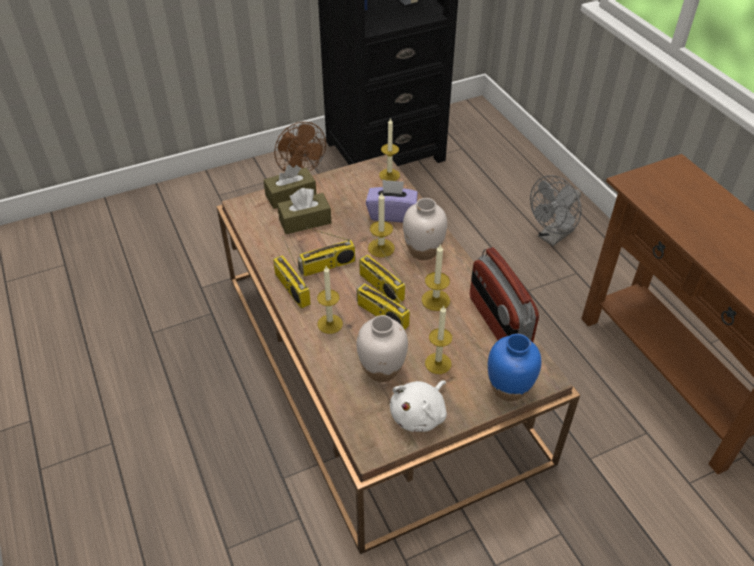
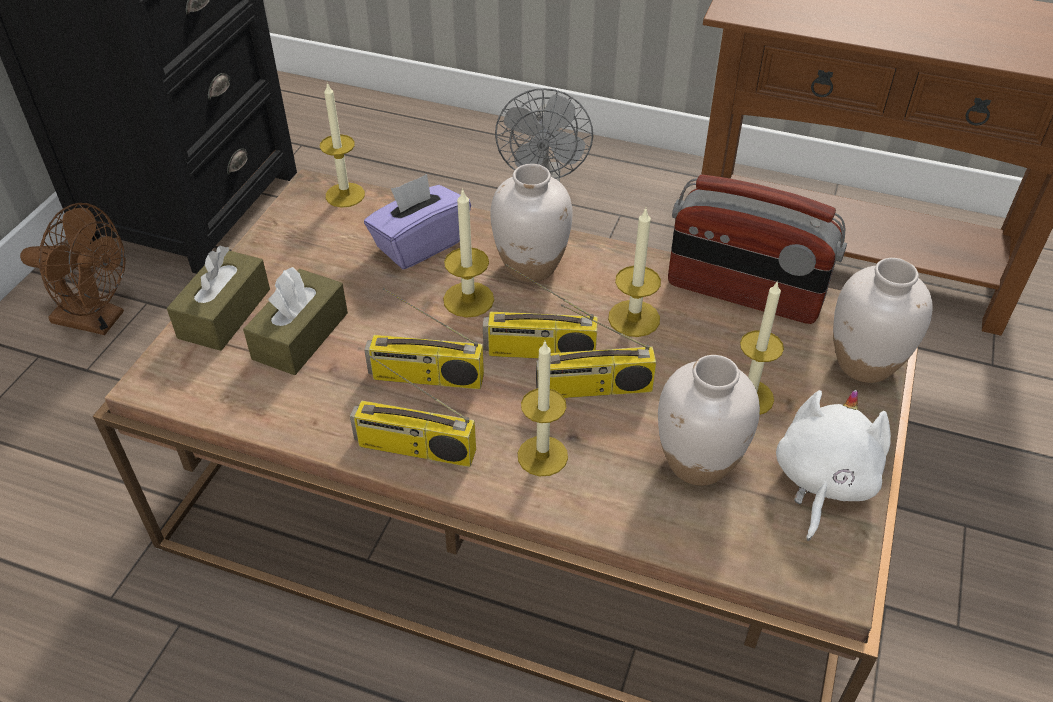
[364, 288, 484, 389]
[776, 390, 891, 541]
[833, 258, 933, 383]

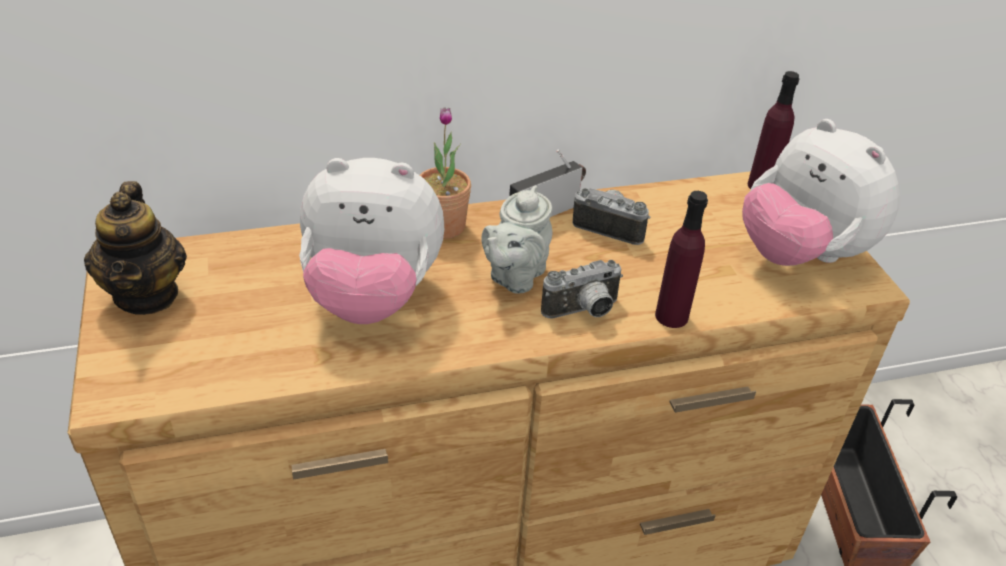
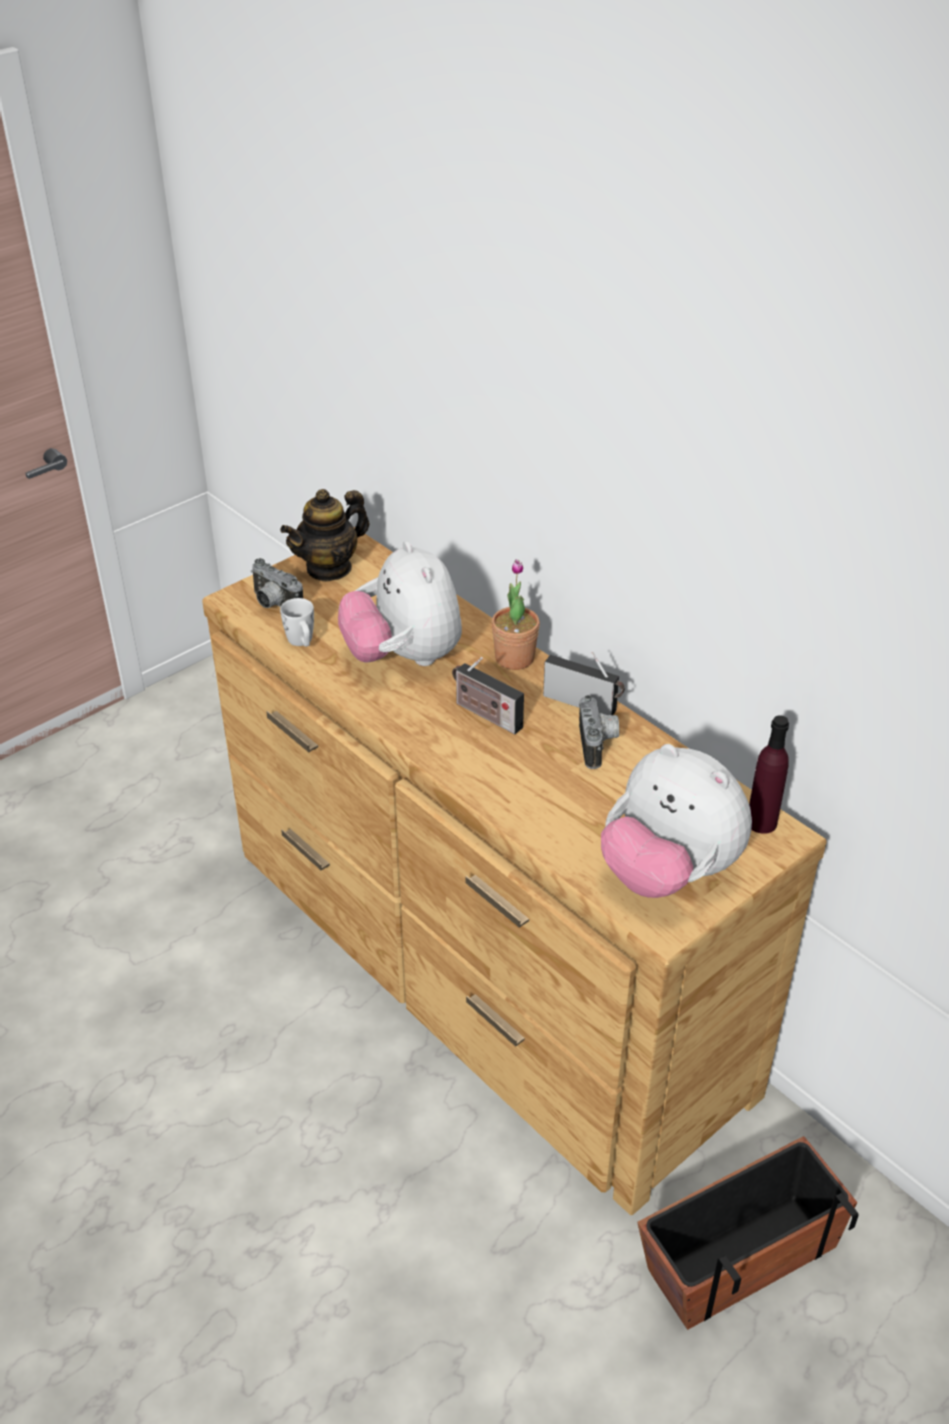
[251, 558, 303, 608]
[280, 598, 314, 647]
[452, 657, 524, 734]
[601, 744, 752, 898]
[655, 191, 708, 328] (first image)

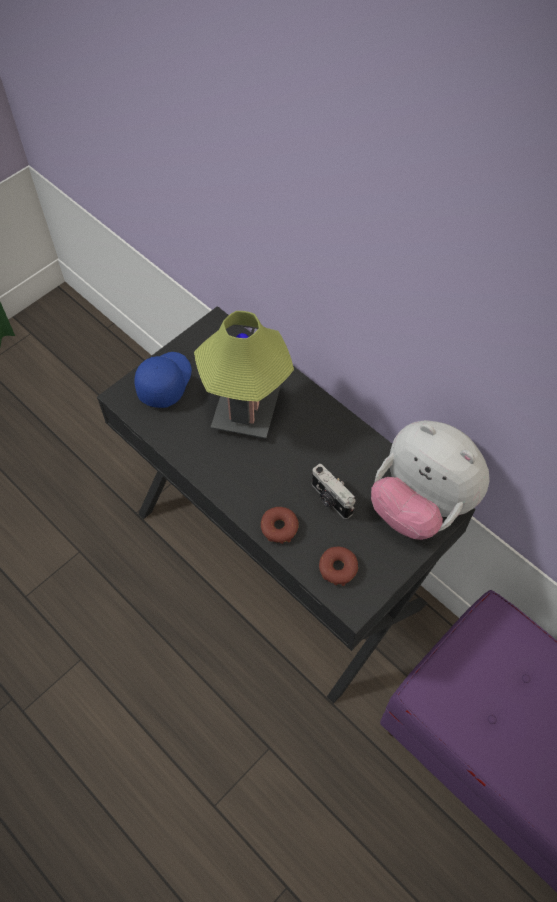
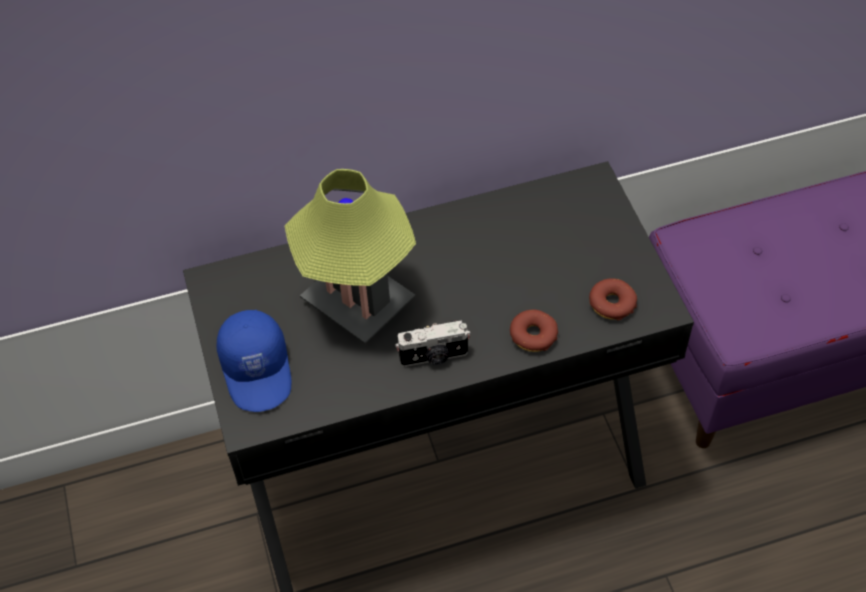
[216, 310, 292, 412]
[395, 320, 471, 367]
[371, 420, 490, 540] (first image)

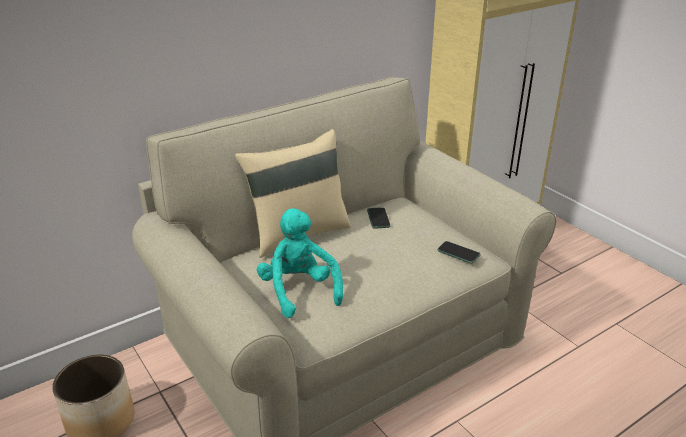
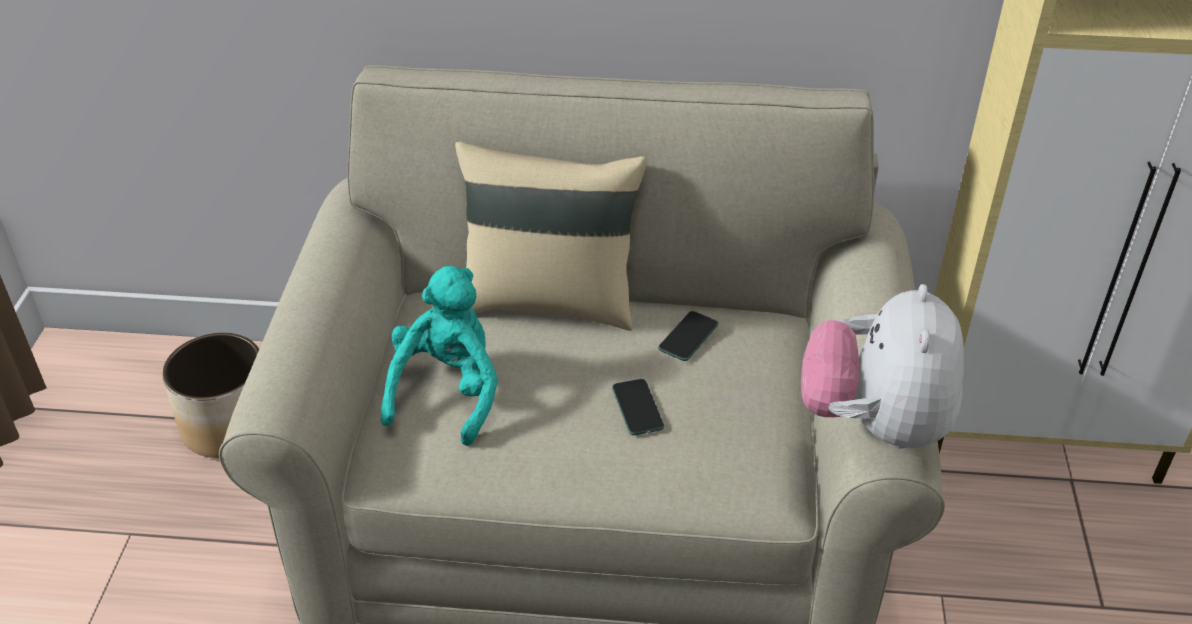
[612, 379, 664, 435]
[801, 284, 964, 448]

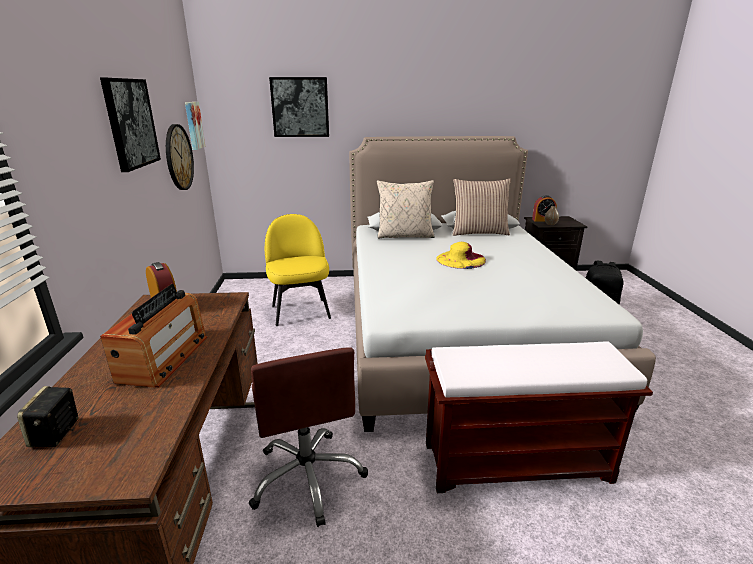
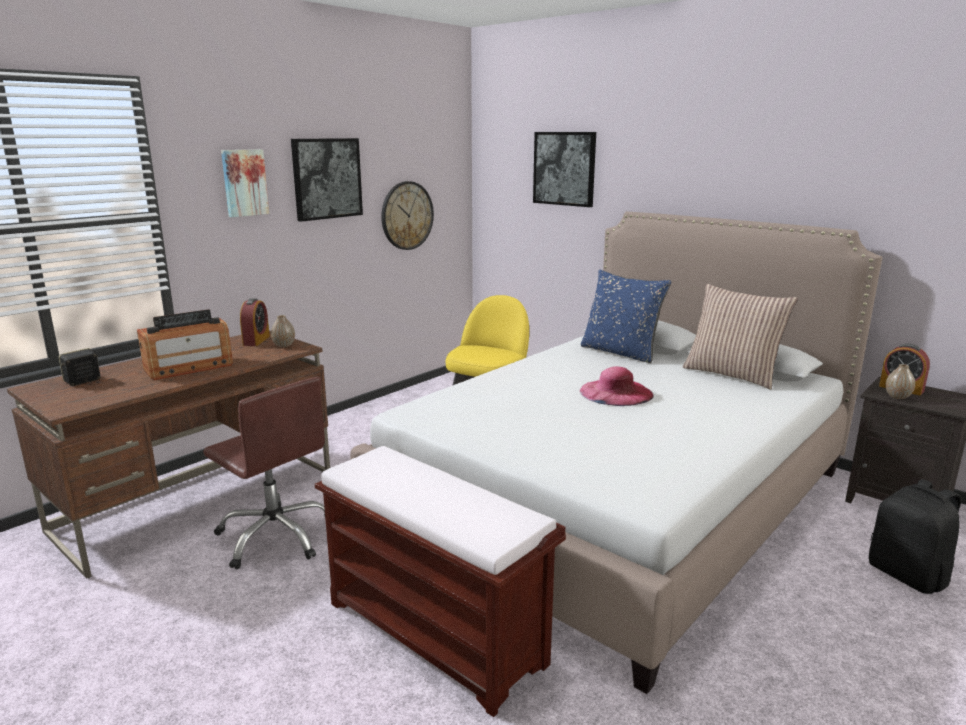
[203, 377, 325, 569]
[221, 149, 269, 217]
[271, 315, 295, 347]
[580, 366, 654, 406]
[581, 269, 671, 363]

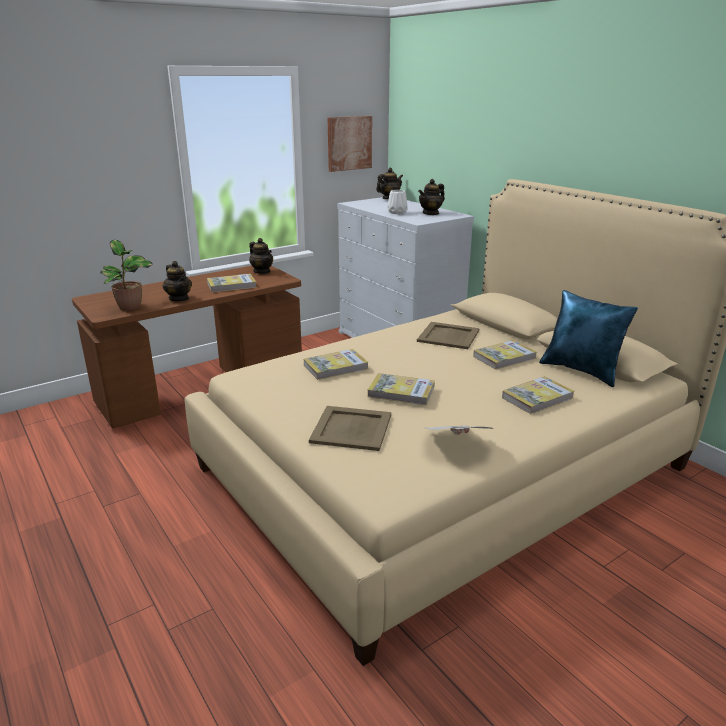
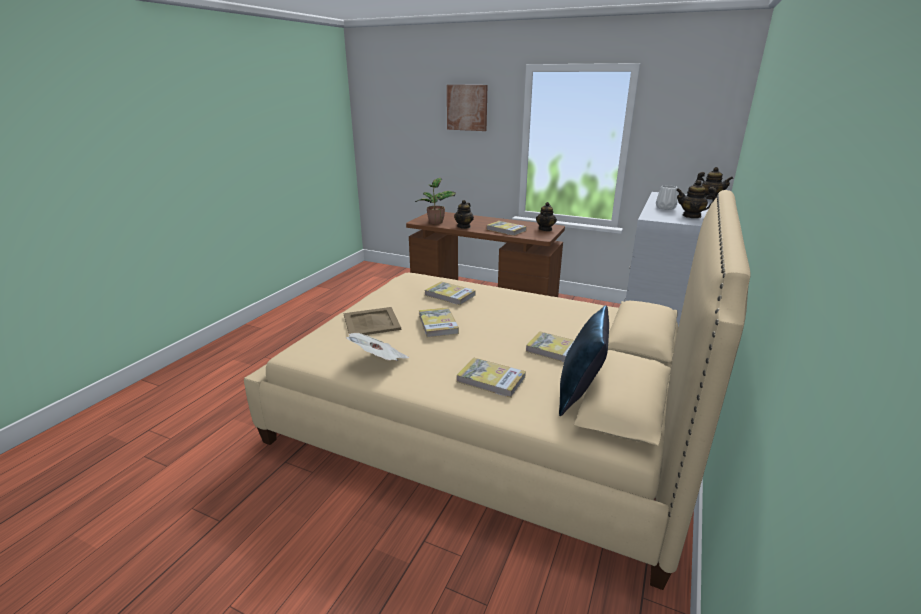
[447, 85, 487, 131]
[417, 322, 479, 349] (first image)

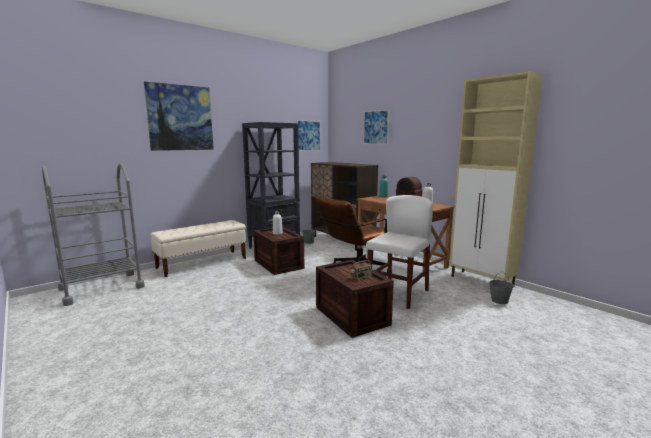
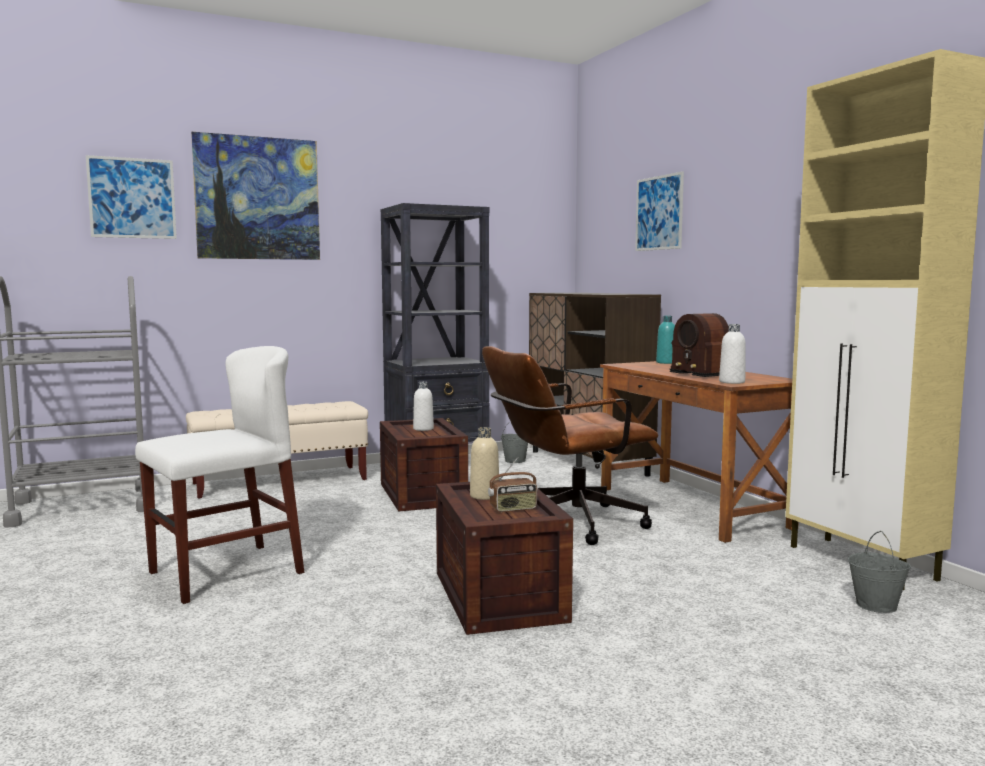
[86, 155, 177, 239]
[135, 346, 304, 604]
[470, 427, 499, 500]

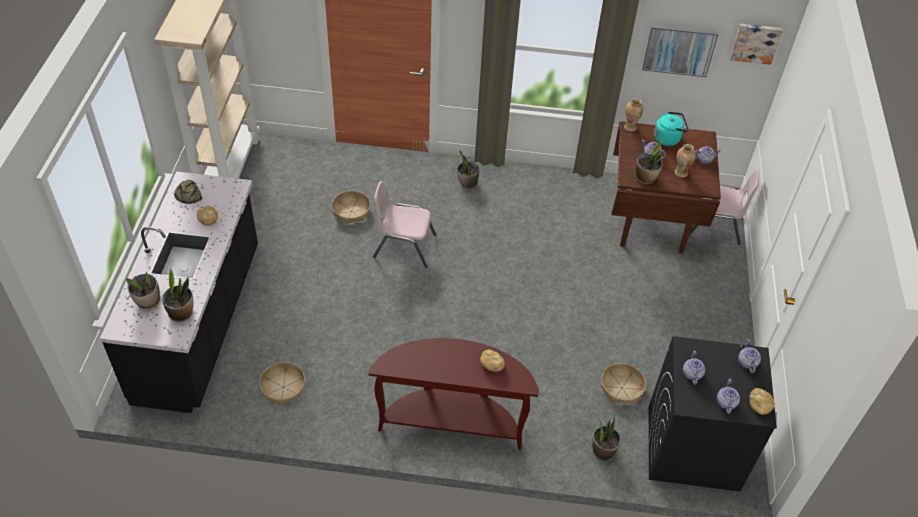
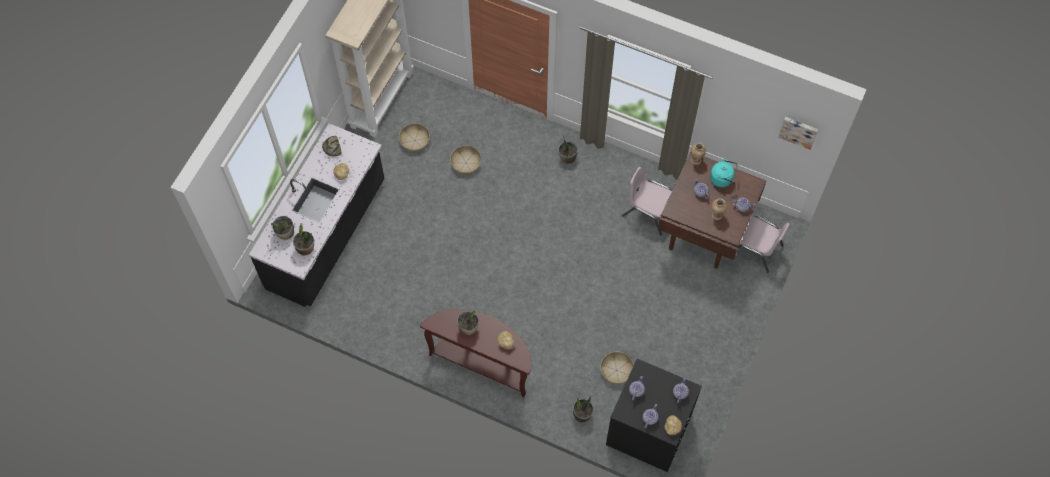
[399, 123, 430, 153]
[457, 310, 479, 335]
[622, 167, 672, 236]
[642, 25, 718, 77] (first image)

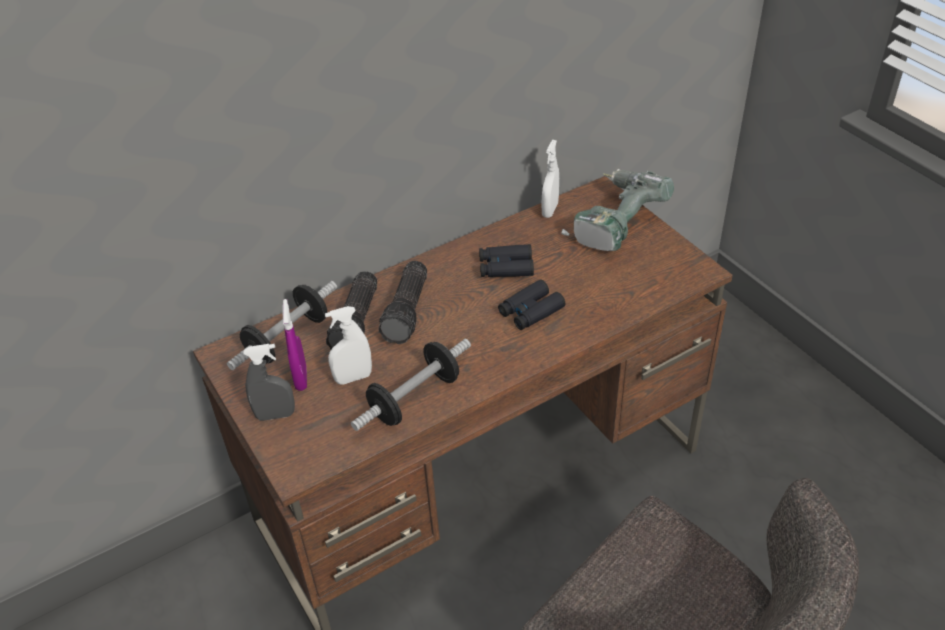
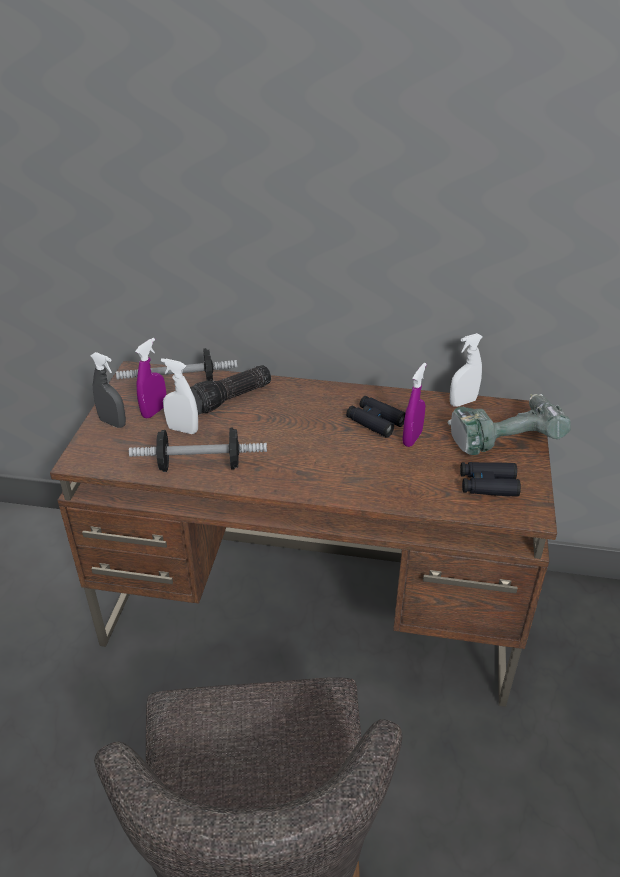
[403, 363, 427, 447]
[460, 462, 521, 497]
[378, 261, 427, 344] (first image)

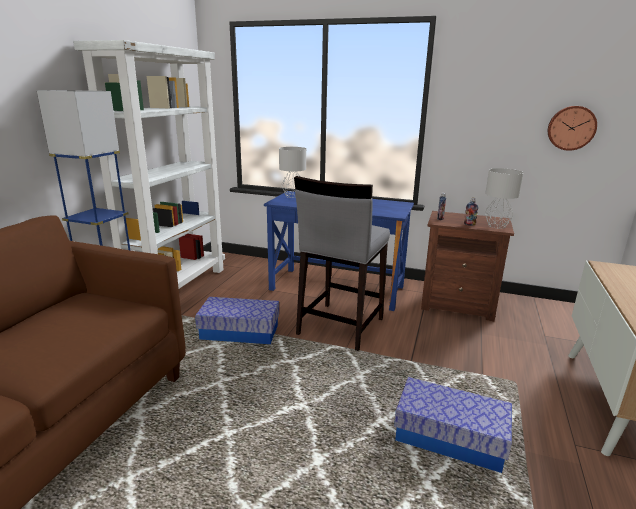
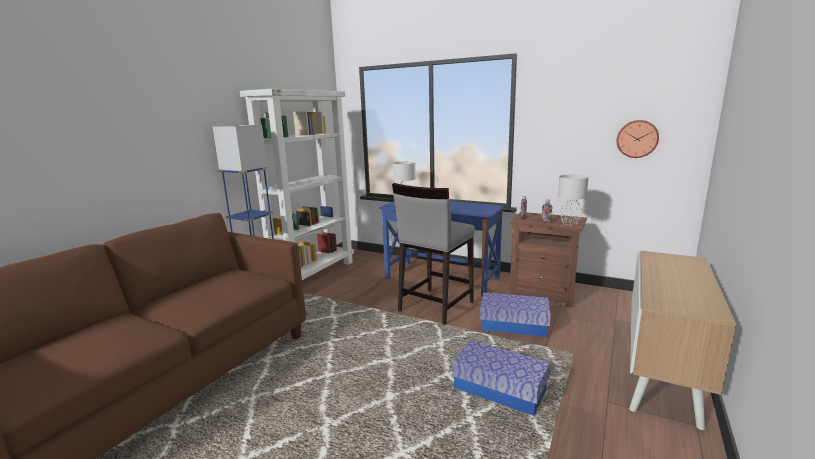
[480, 293, 551, 337]

